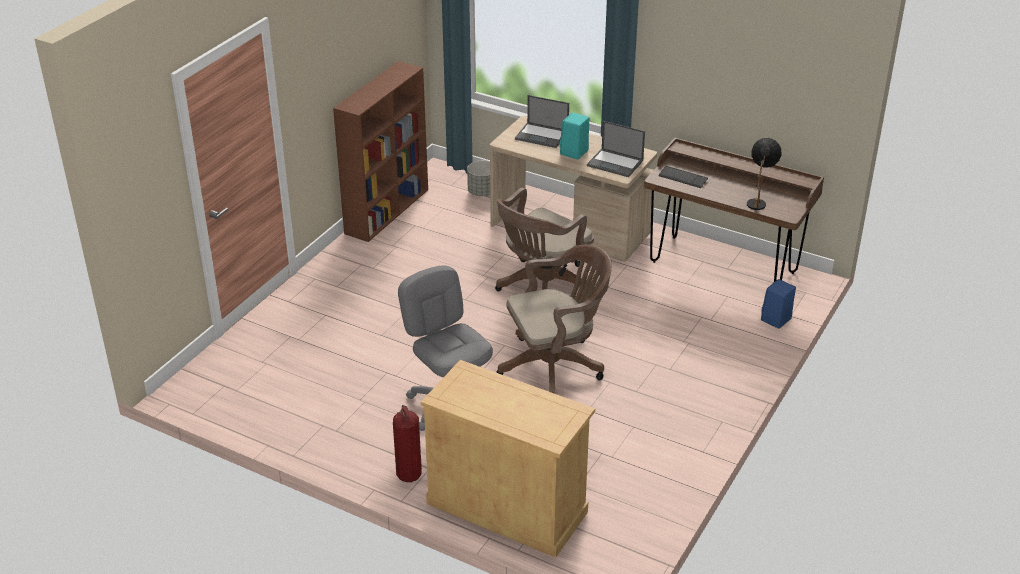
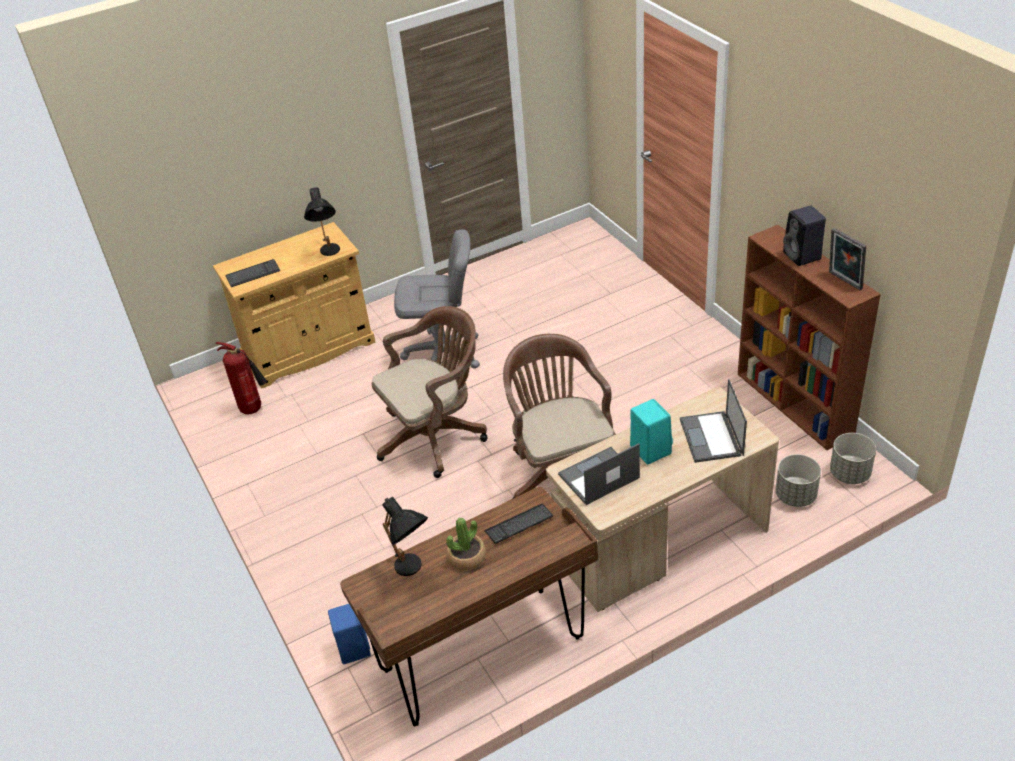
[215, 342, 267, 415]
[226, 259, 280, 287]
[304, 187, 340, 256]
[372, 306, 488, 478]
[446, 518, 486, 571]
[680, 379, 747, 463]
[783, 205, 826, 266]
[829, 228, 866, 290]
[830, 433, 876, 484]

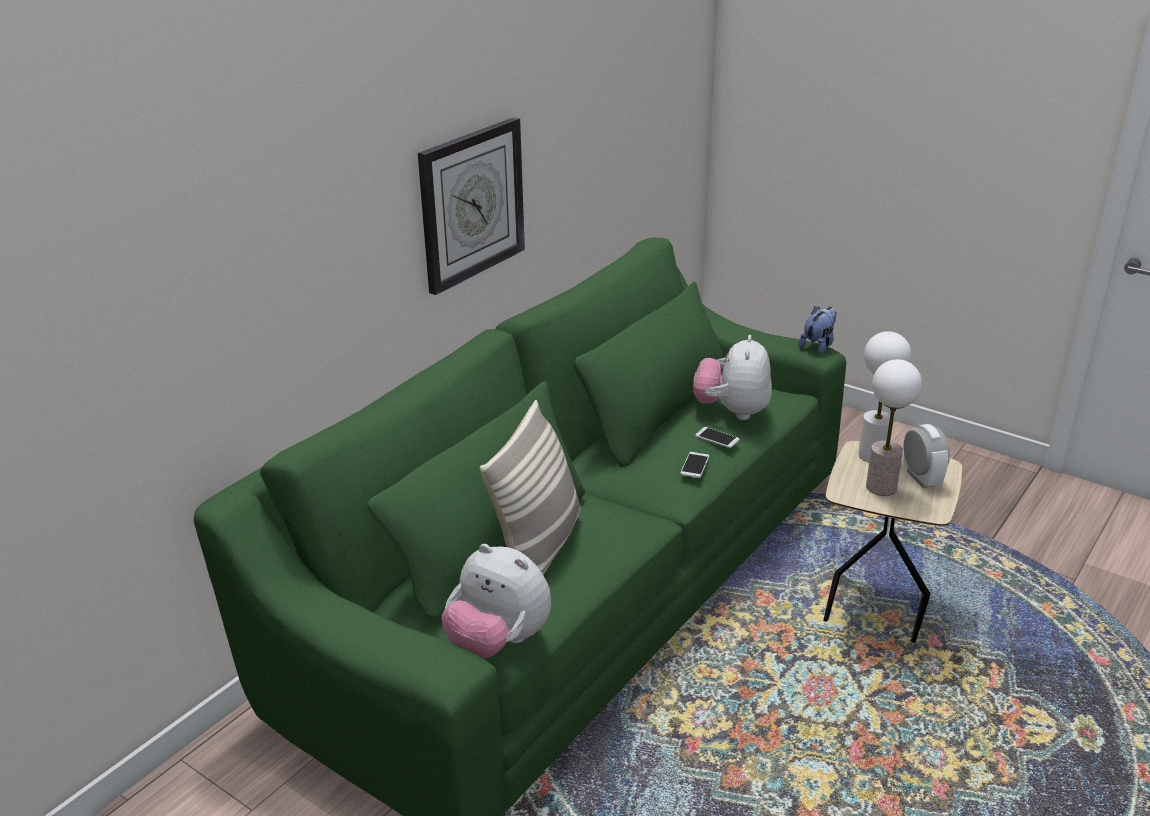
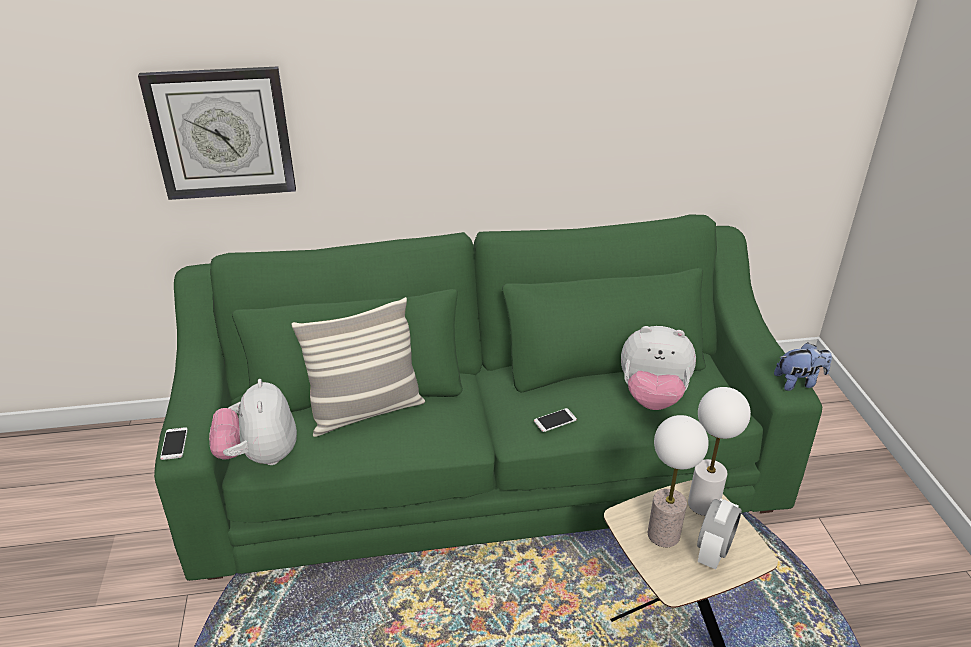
[138, 66, 296, 200]
[160, 427, 188, 460]
[621, 326, 696, 410]

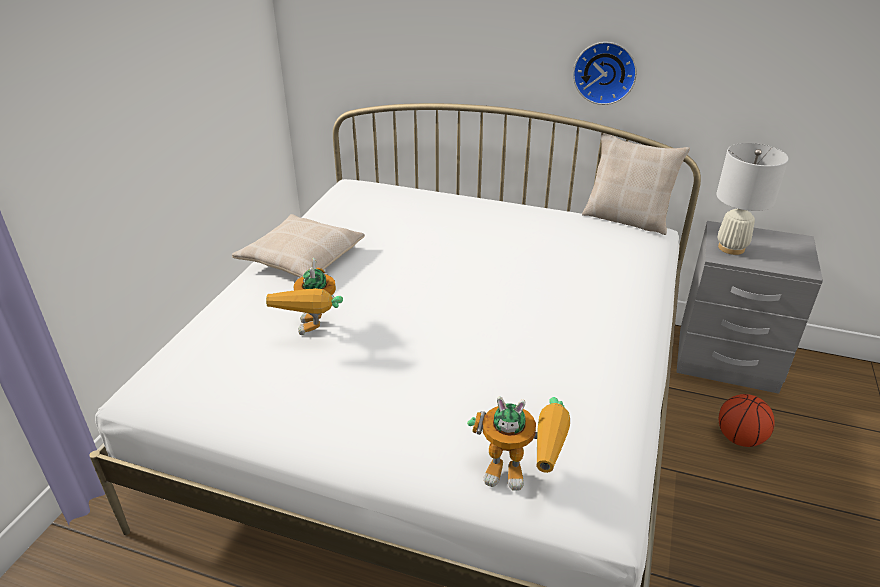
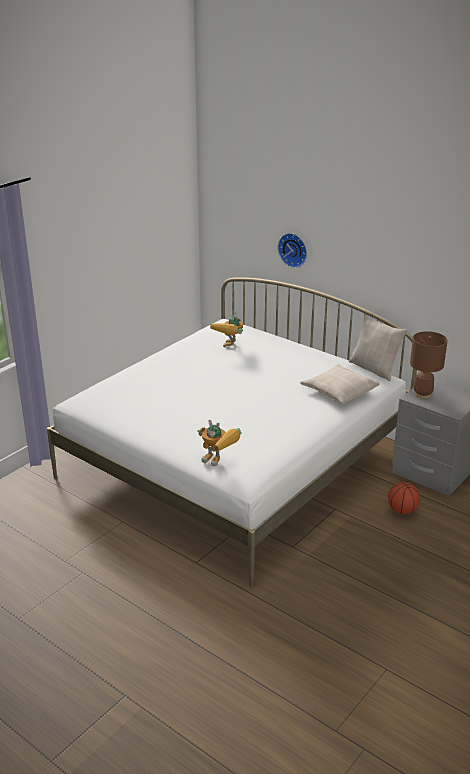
[210, 312, 243, 347]
[278, 233, 307, 268]
[300, 364, 380, 404]
[410, 331, 448, 399]

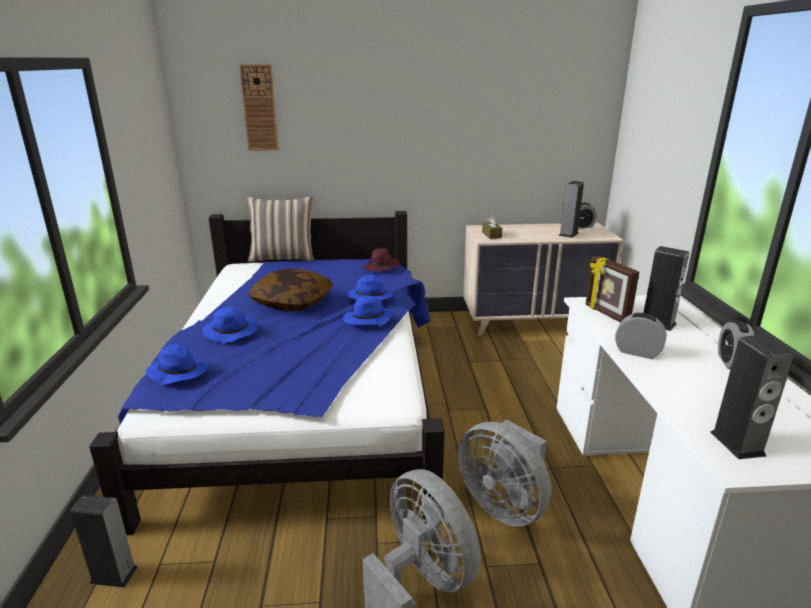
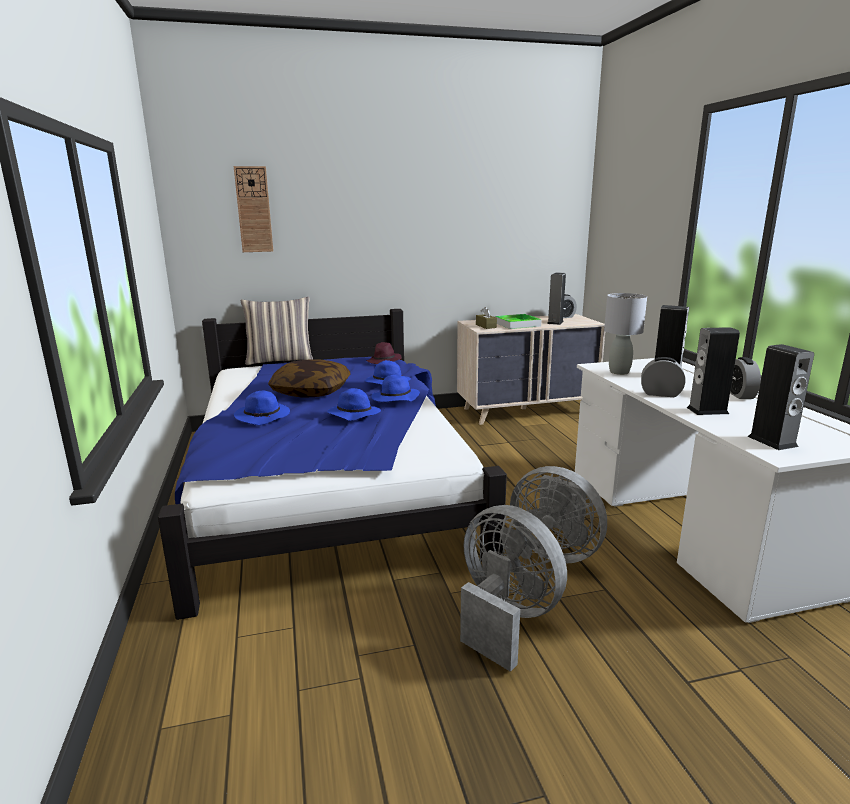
[327, 388, 381, 421]
[494, 314, 541, 329]
[604, 293, 647, 375]
[687, 327, 740, 415]

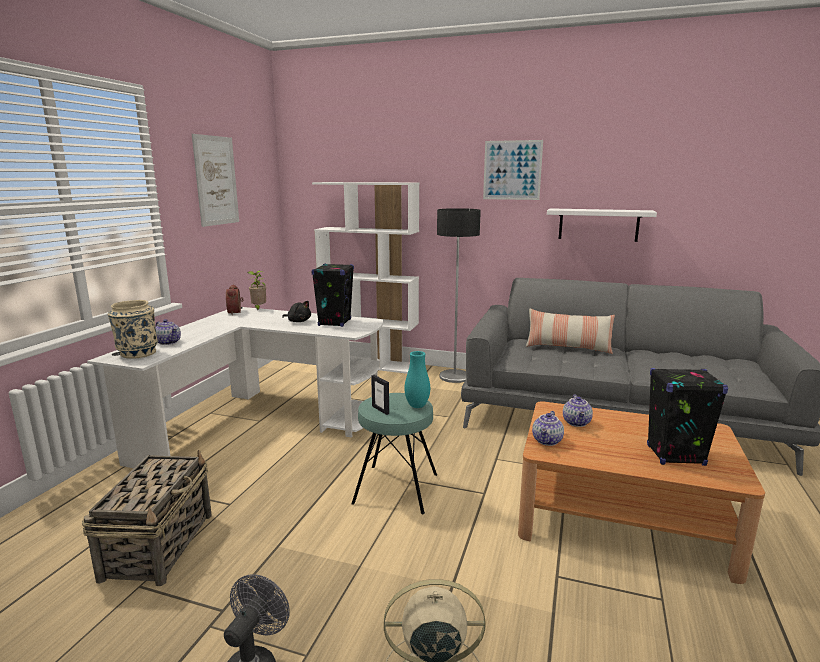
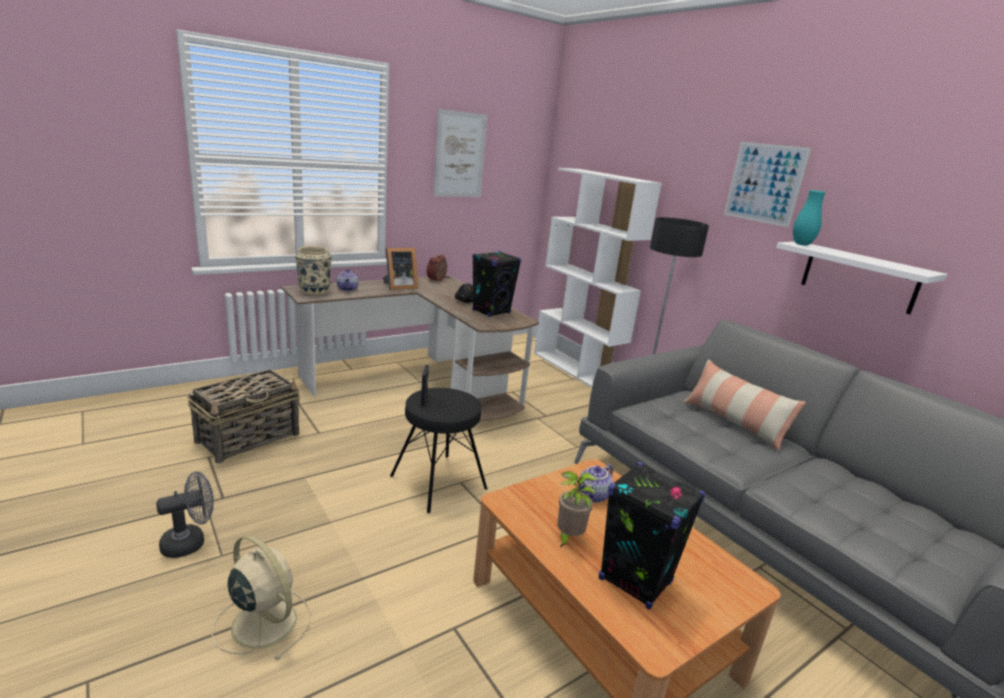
[281, 275, 539, 421]
[383, 247, 418, 290]
[390, 388, 488, 513]
[557, 471, 598, 548]
[793, 190, 825, 246]
[532, 411, 564, 446] (first image)

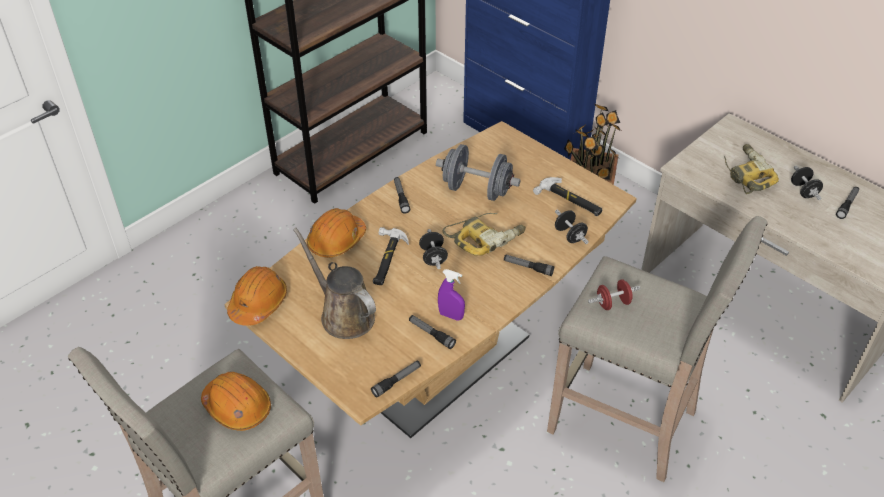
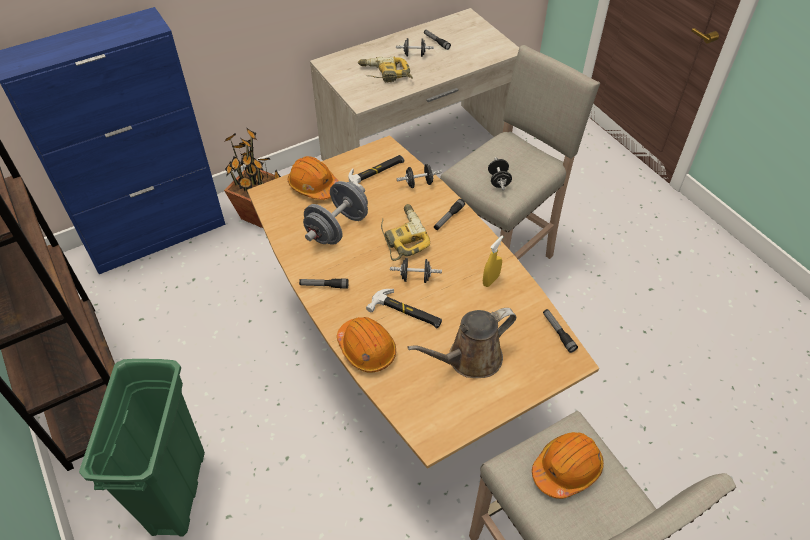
[79, 359, 205, 537]
[288, 156, 339, 200]
[483, 236, 503, 287]
[488, 157, 512, 190]
[409, 315, 456, 349] (first image)

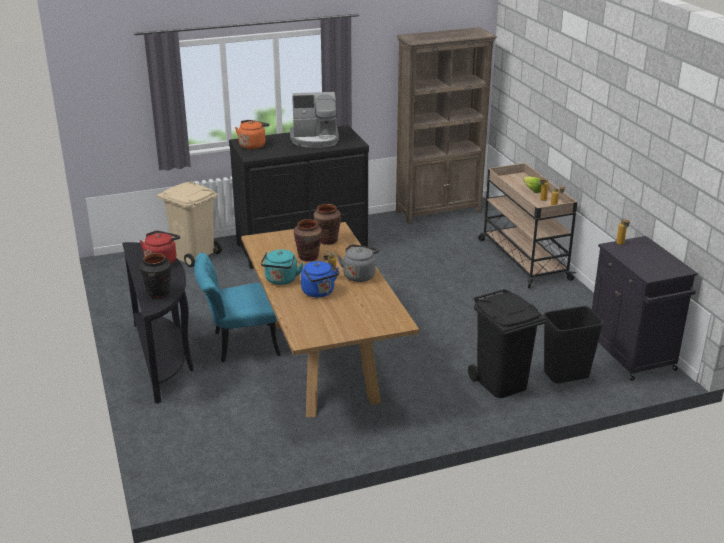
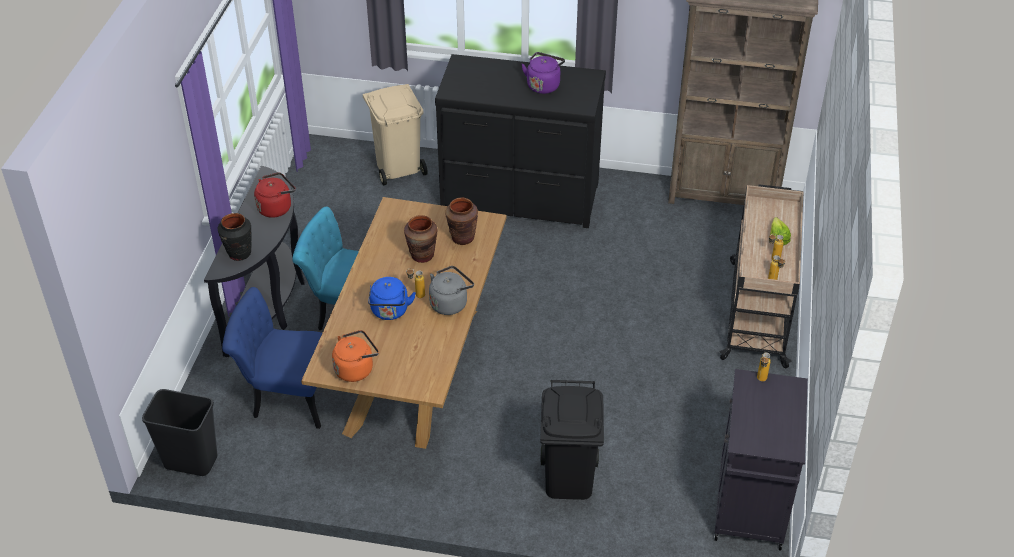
[142, 389, 217, 476]
[222, 287, 322, 429]
[332, 330, 379, 382]
[521, 52, 565, 94]
[261, 250, 304, 285] (first image)

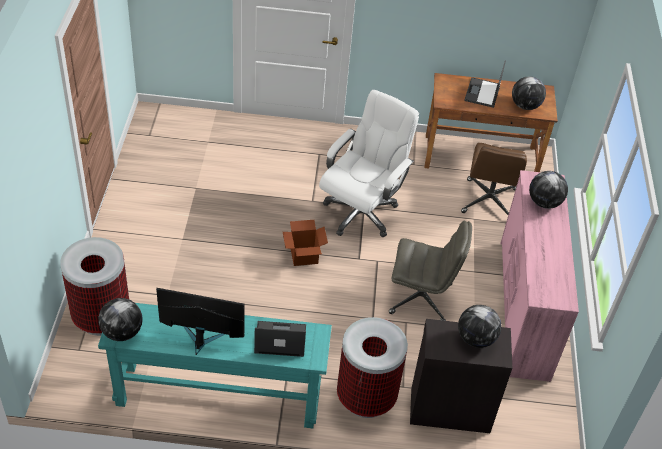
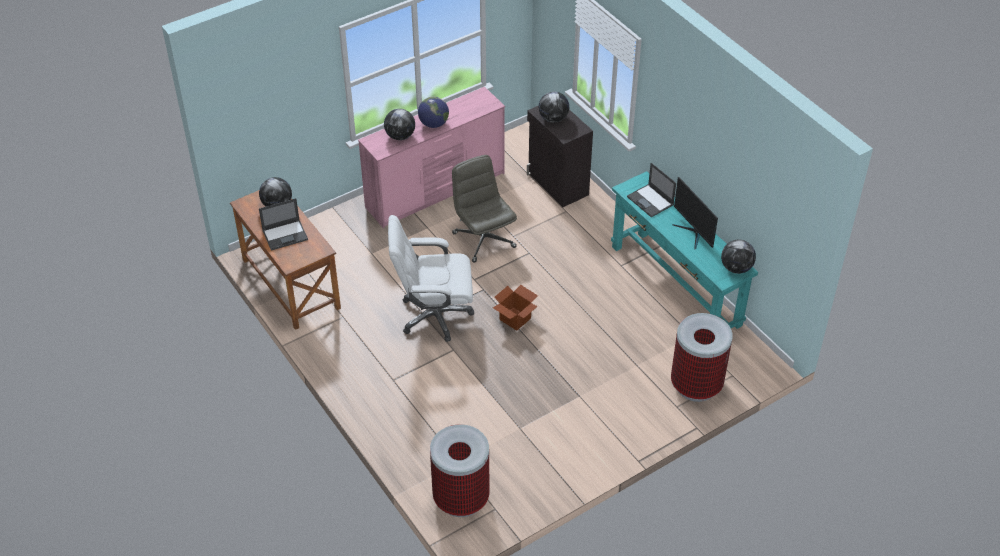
[418, 97, 449, 128]
[430, 424, 490, 517]
[461, 143, 527, 215] (first image)

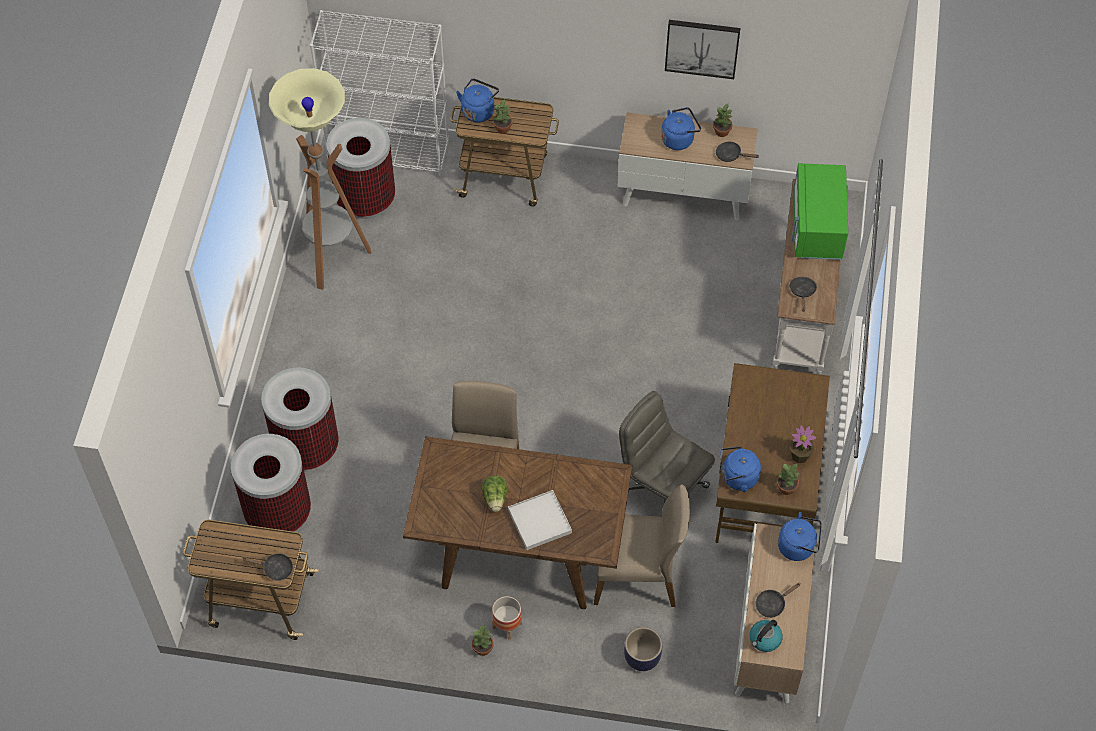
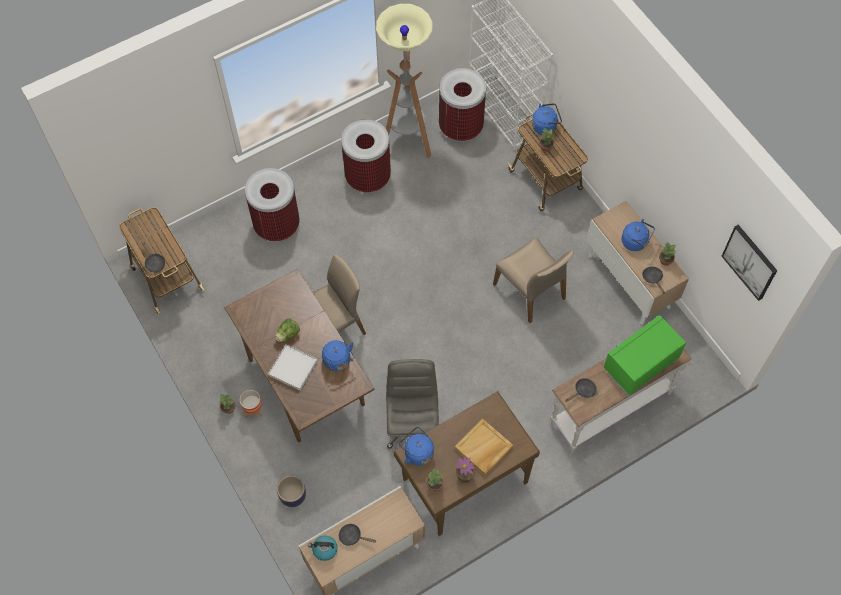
[322, 340, 354, 371]
[341, 119, 391, 193]
[455, 418, 513, 475]
[493, 238, 574, 323]
[722, 225, 777, 301]

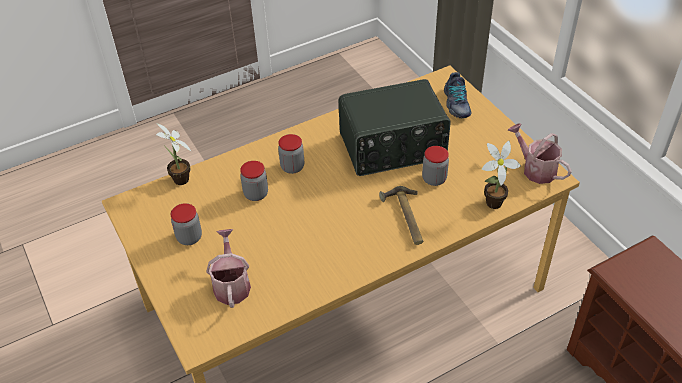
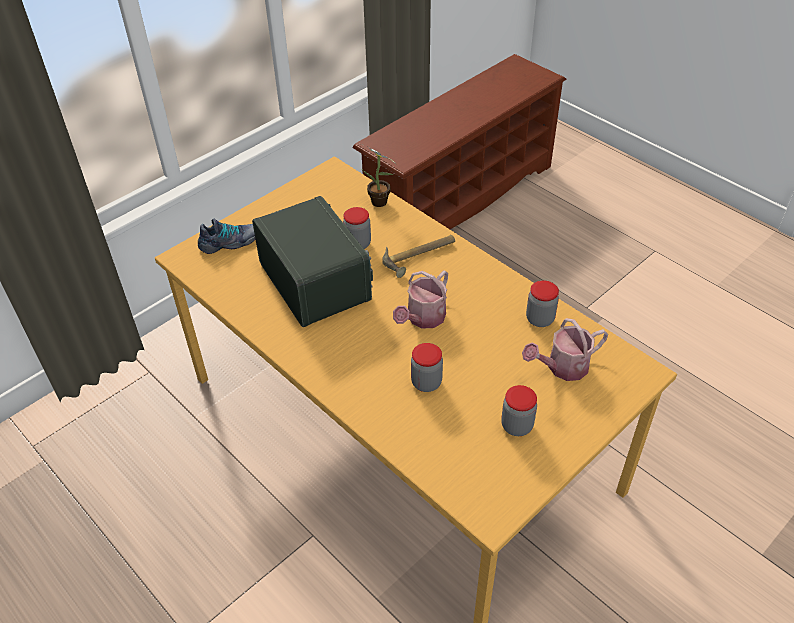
[393, 270, 448, 329]
[526, 280, 559, 327]
[156, 123, 191, 185] (first image)

